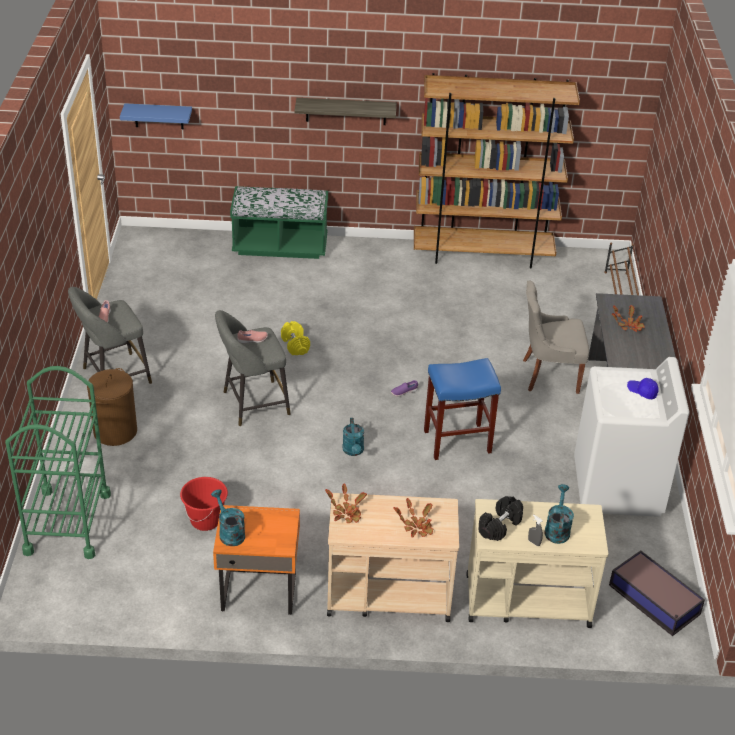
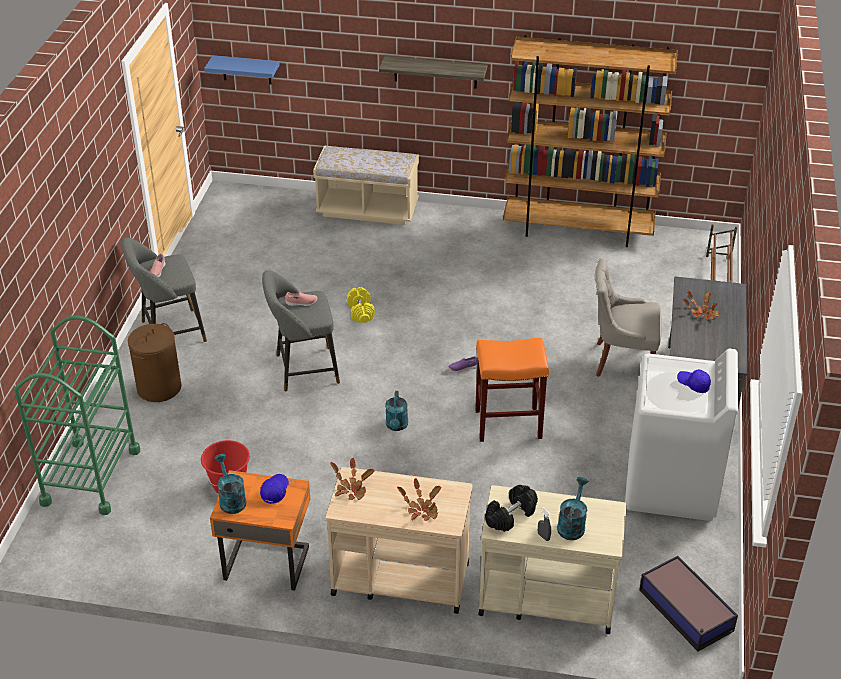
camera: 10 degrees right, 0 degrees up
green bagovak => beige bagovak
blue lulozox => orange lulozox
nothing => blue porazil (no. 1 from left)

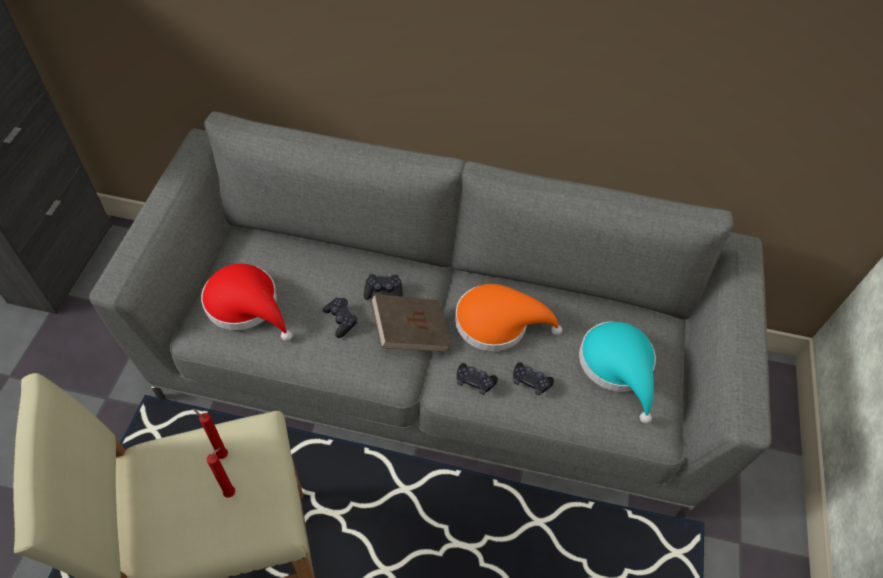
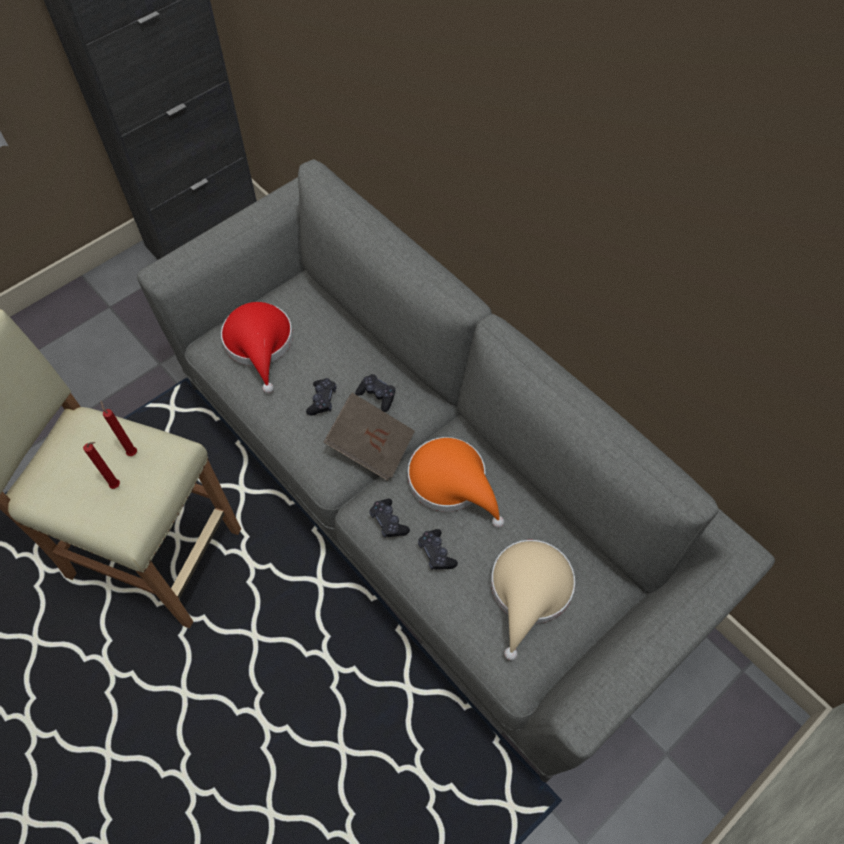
camera: 40 degrees right, 5 degrees up
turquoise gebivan => beige gebivan

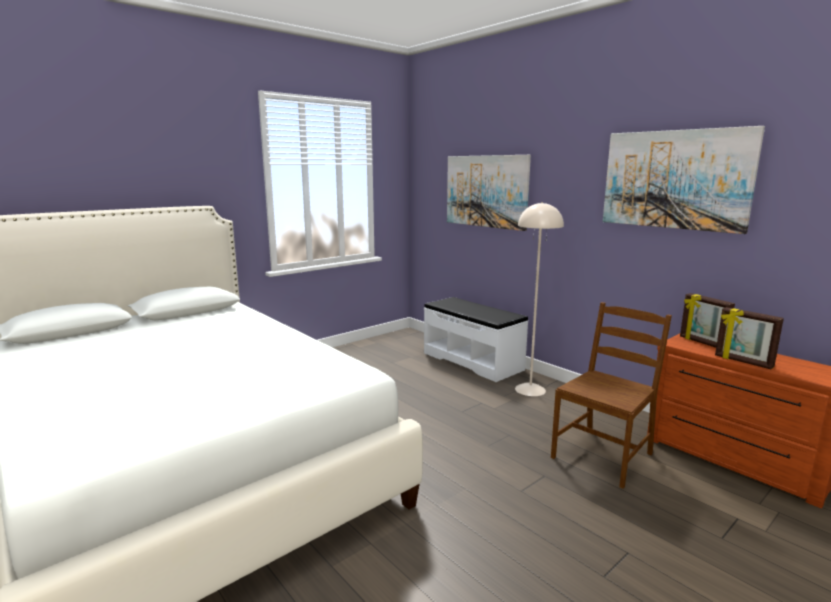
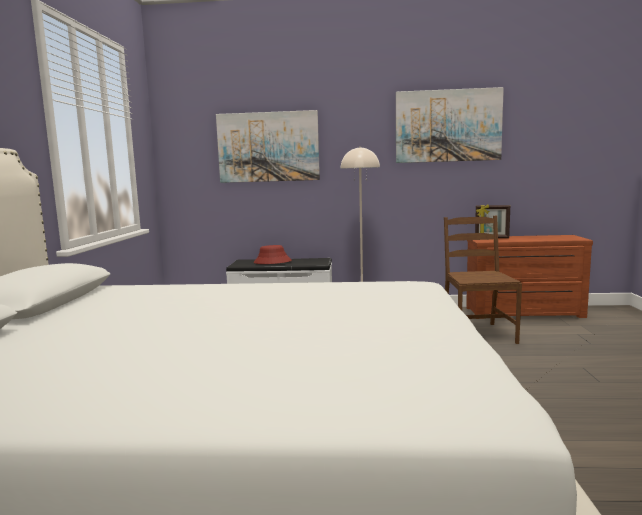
camera: 45 degrees left, 5 degrees down
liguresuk (no. 2 from left) => nothing
nothing => red gebivan

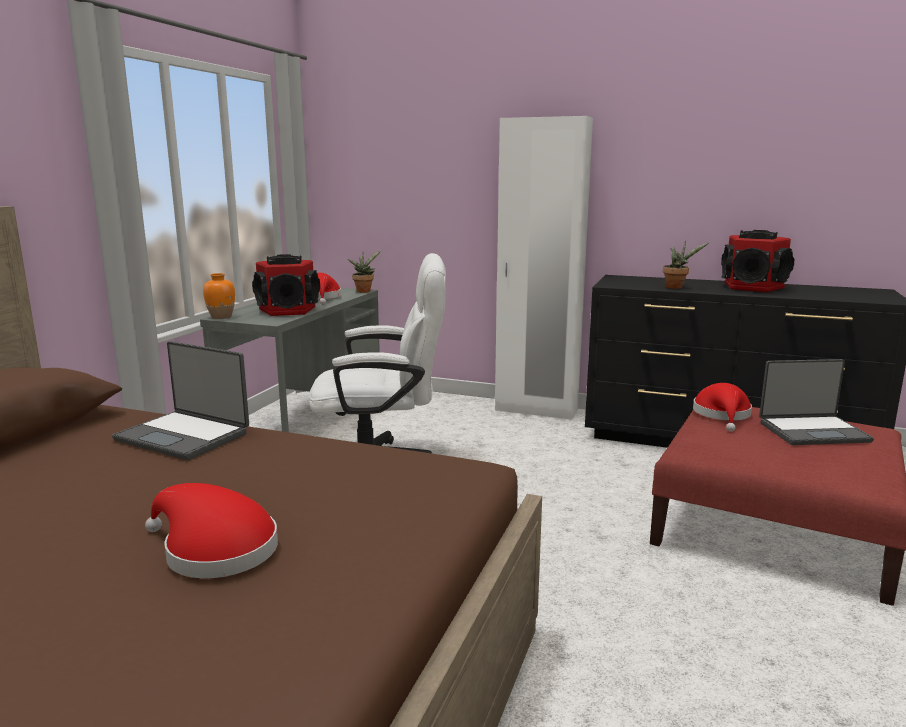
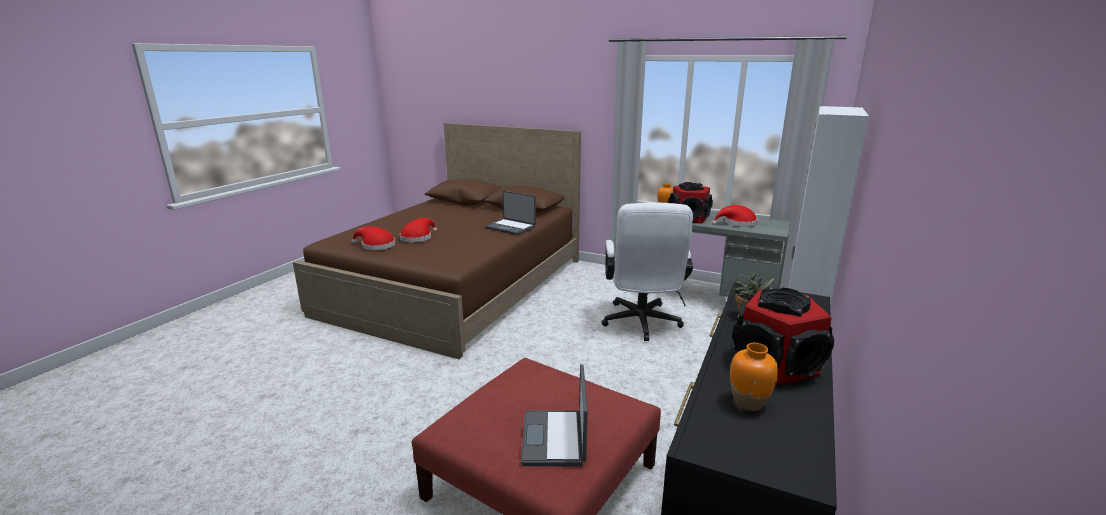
camera: 95 degrees right, 5 degrees up
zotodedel (no. 1 from left) => nothing
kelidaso (no. 1 from left), 90 degrees counterclockwise
red gebivan (no. 3 from left in the first image) => red gebivan (no. 1 from left), shifted
nothing => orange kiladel (no. 2 from left)

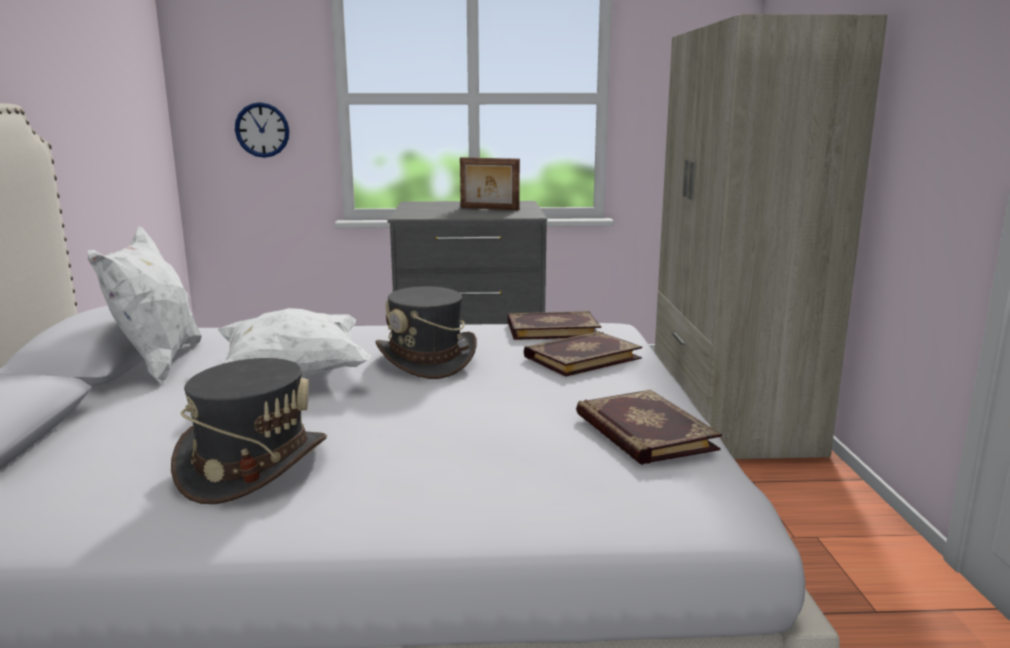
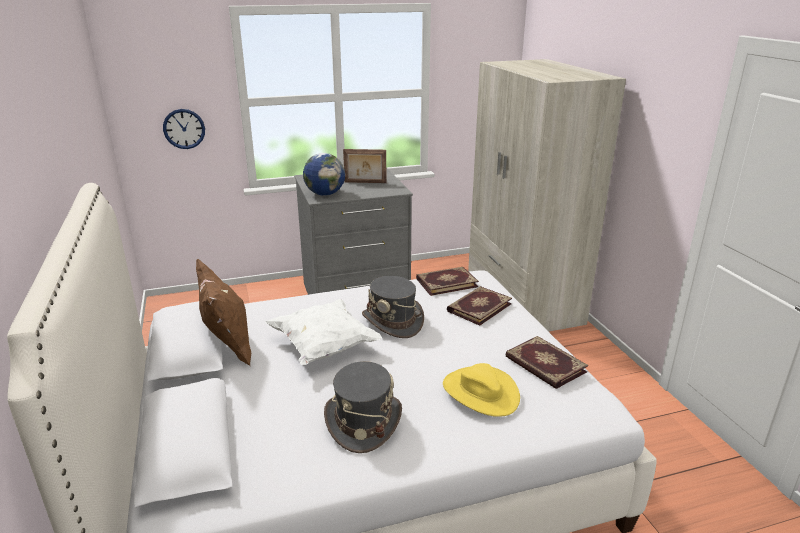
camera: 15 degrees left, 10 degrees up
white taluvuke (no. 1 from left) => brown taluvuke
nothing => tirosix
nothing => yellow gebivan

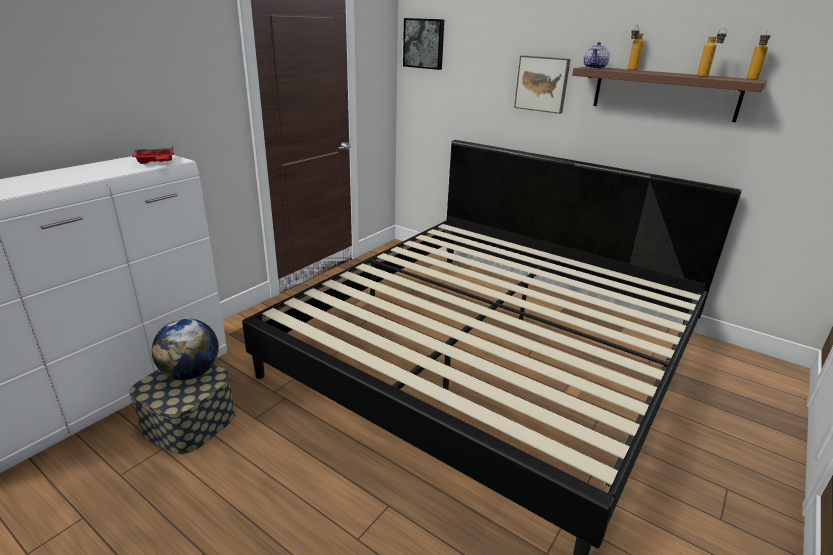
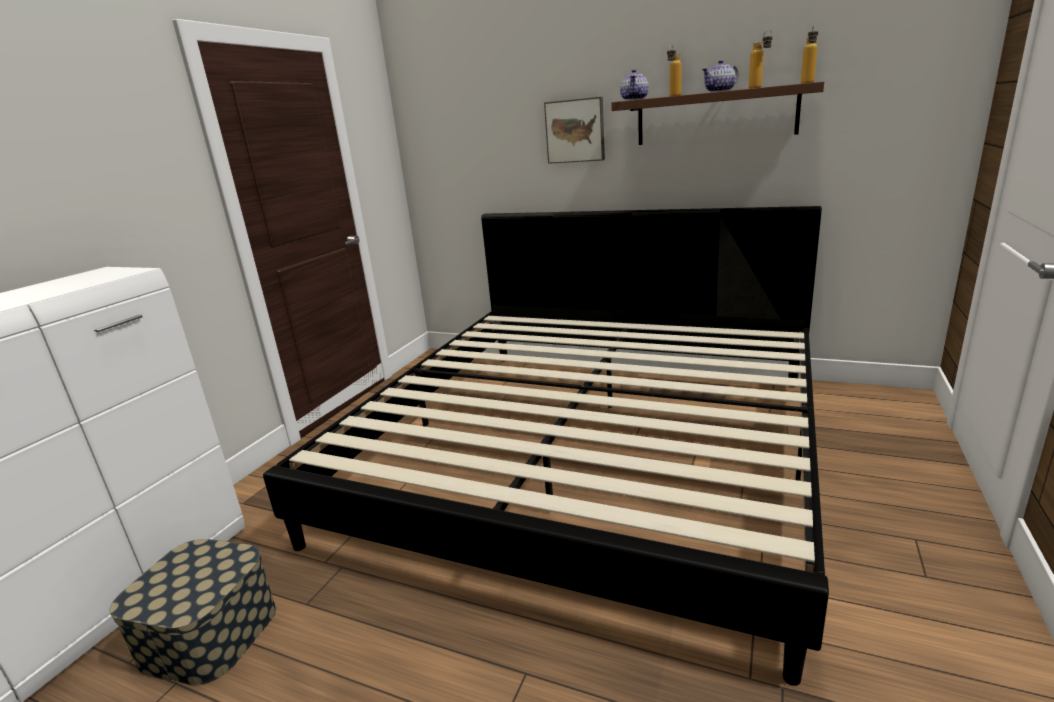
camera: 10 degrees left, 5 degrees down
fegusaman (no. 1 from left) => nothing
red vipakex => nothing
tirosix => nothing
nothing => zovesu (no. 2 from left)

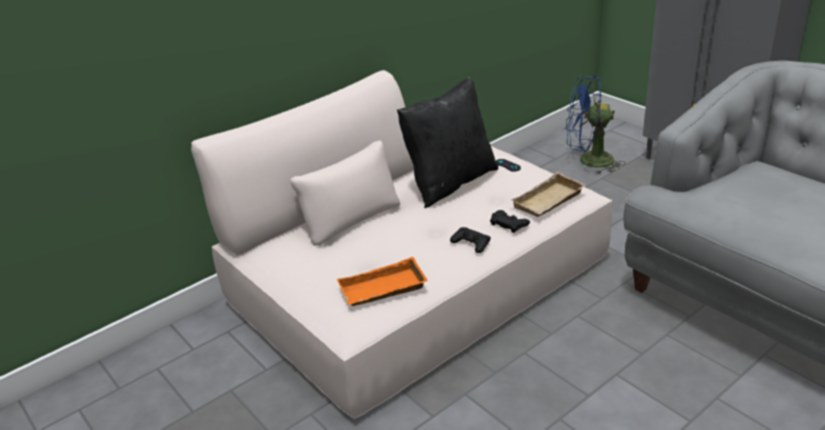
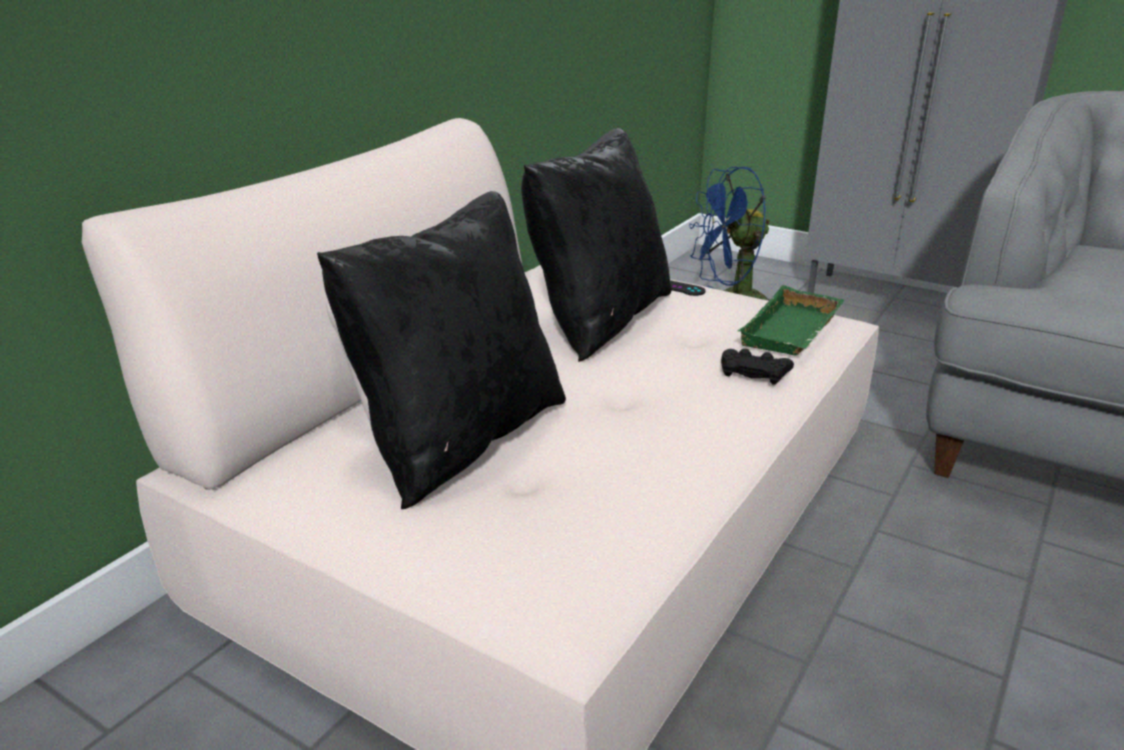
camera: 20 degrees left, 5 degrees down
beige vipakex => green vipakex
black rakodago (no. 1 from left) => nothing
orange vipakex => nothing
nothing => black taluvuke (no. 1 from left)

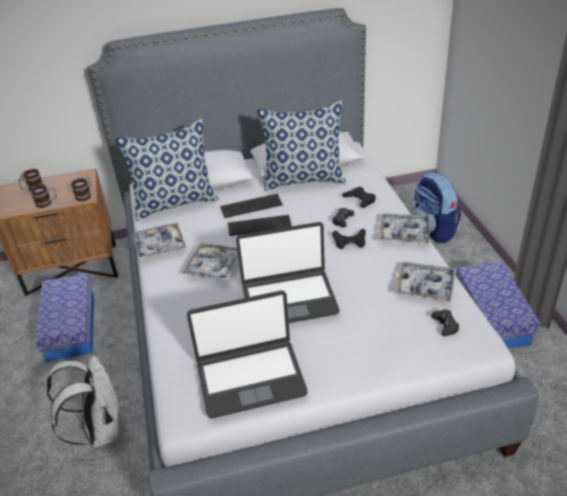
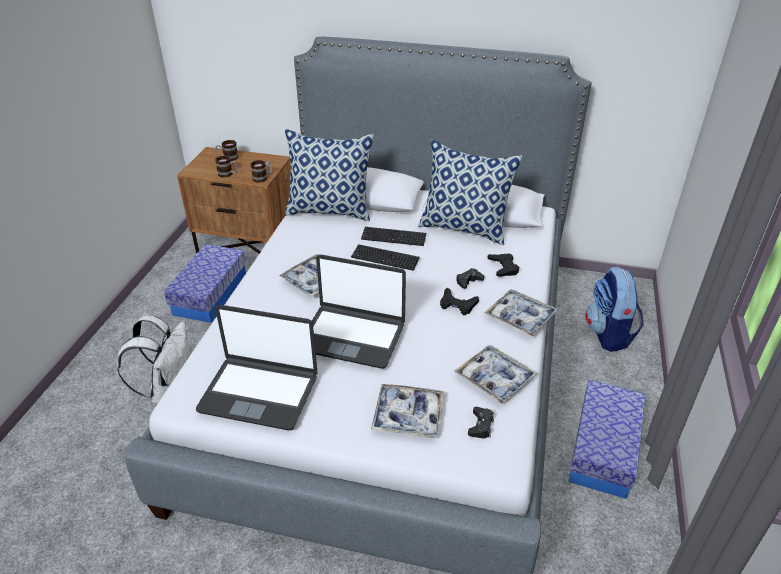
camera: 25 degrees right, 0 degrees up
vipakex (no. 1 from left in the first image) => vipakex (no. 2 from left), shifted

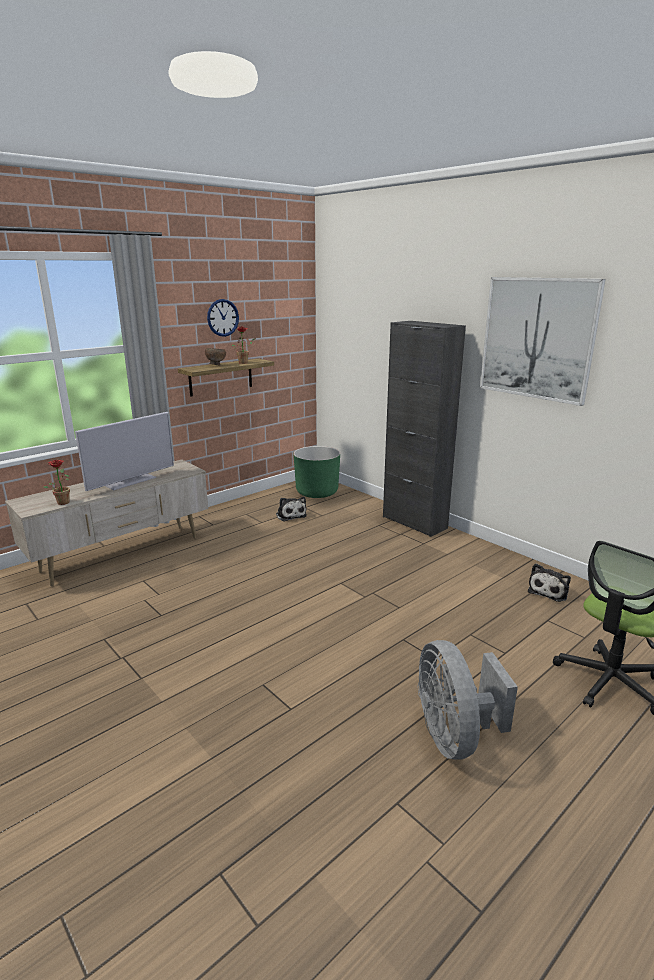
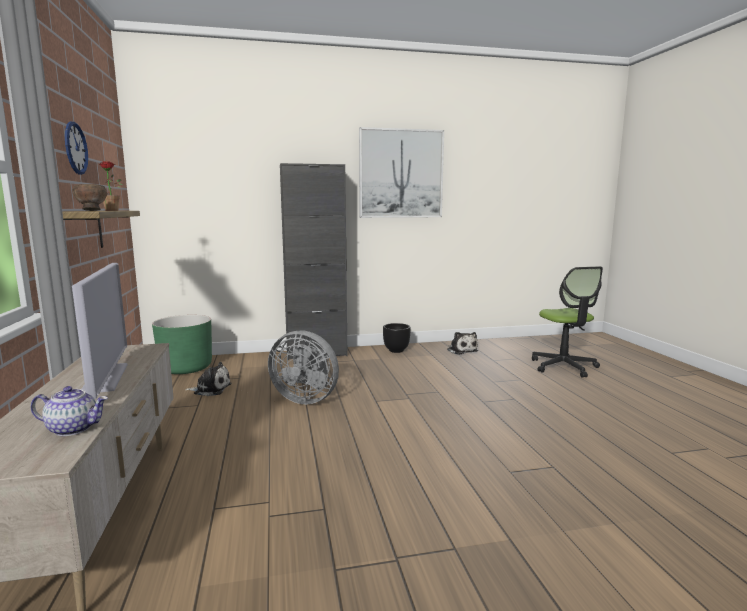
camera: 60 degrees left, 10 degrees down
zotodedel (no. 1 from left) => zovesu
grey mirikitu, shifted
nothing => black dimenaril

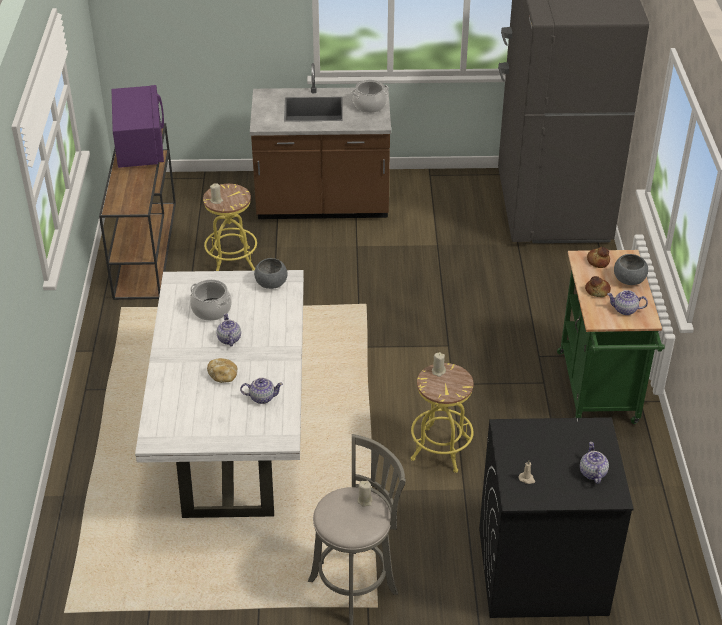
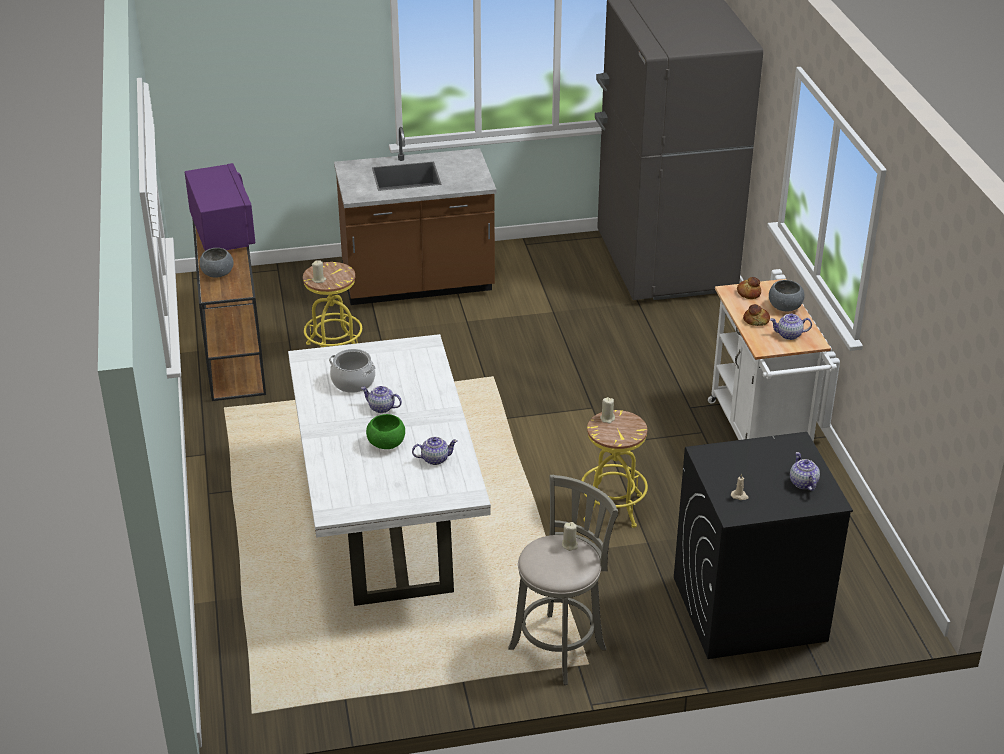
camera: 10 degrees left, 5 degrees down
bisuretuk (no. 2 from left) => nothing
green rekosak => white rekosak
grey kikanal (no. 1 from left), shifted
zovesu (no. 1 from left), 45 degrees counterclockwise
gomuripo (no. 1 from left) => green kikanal

